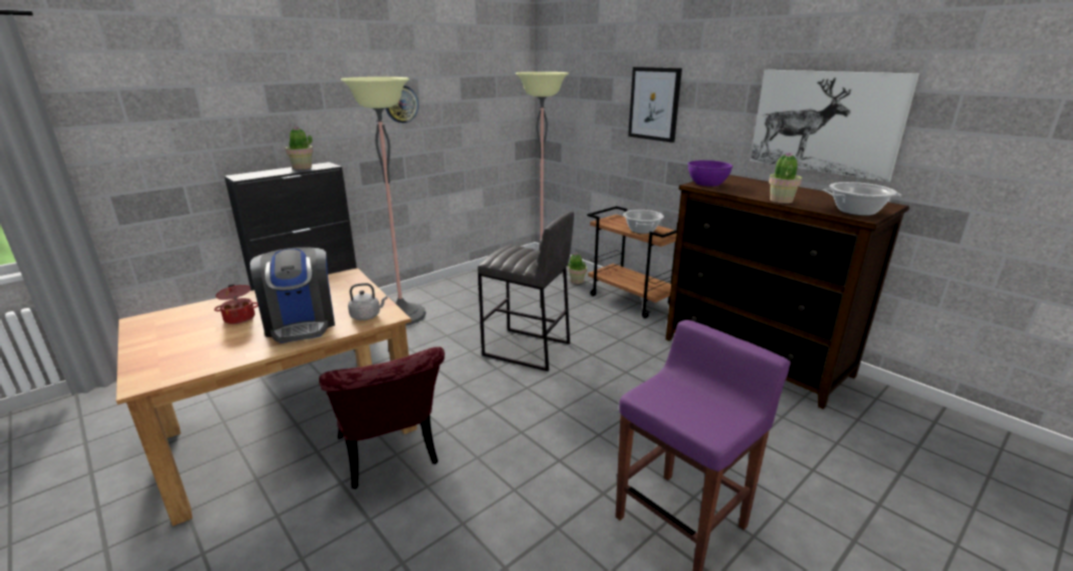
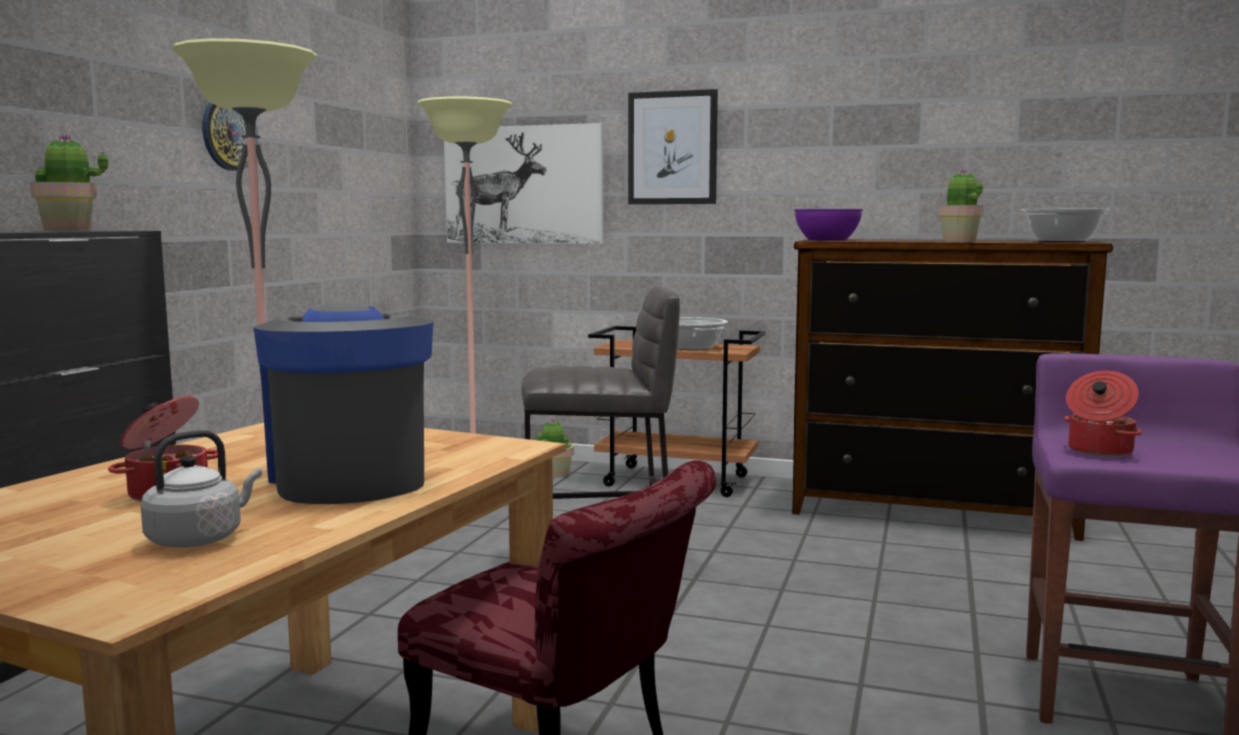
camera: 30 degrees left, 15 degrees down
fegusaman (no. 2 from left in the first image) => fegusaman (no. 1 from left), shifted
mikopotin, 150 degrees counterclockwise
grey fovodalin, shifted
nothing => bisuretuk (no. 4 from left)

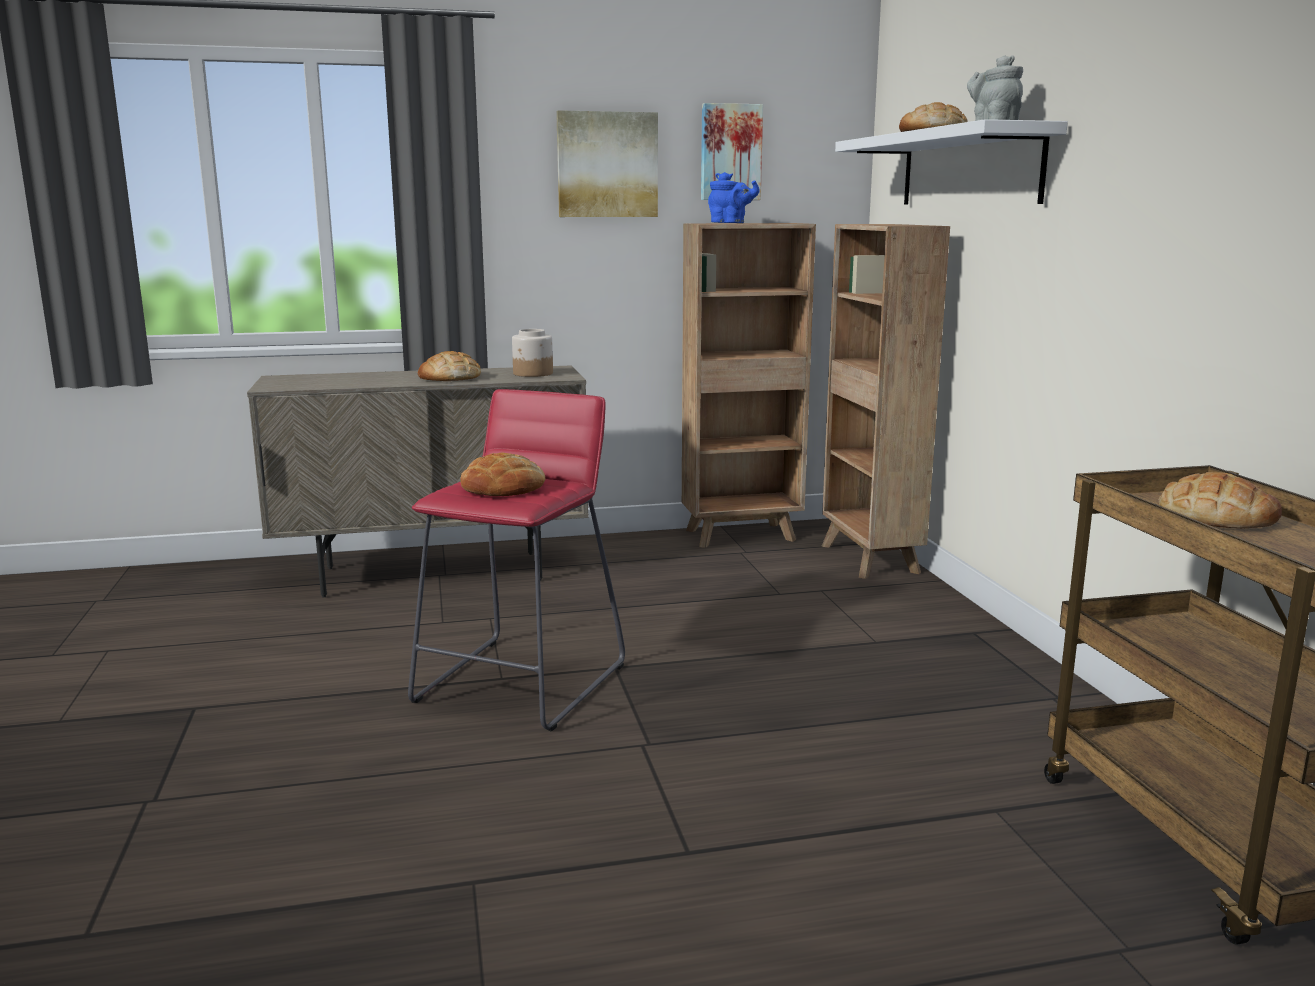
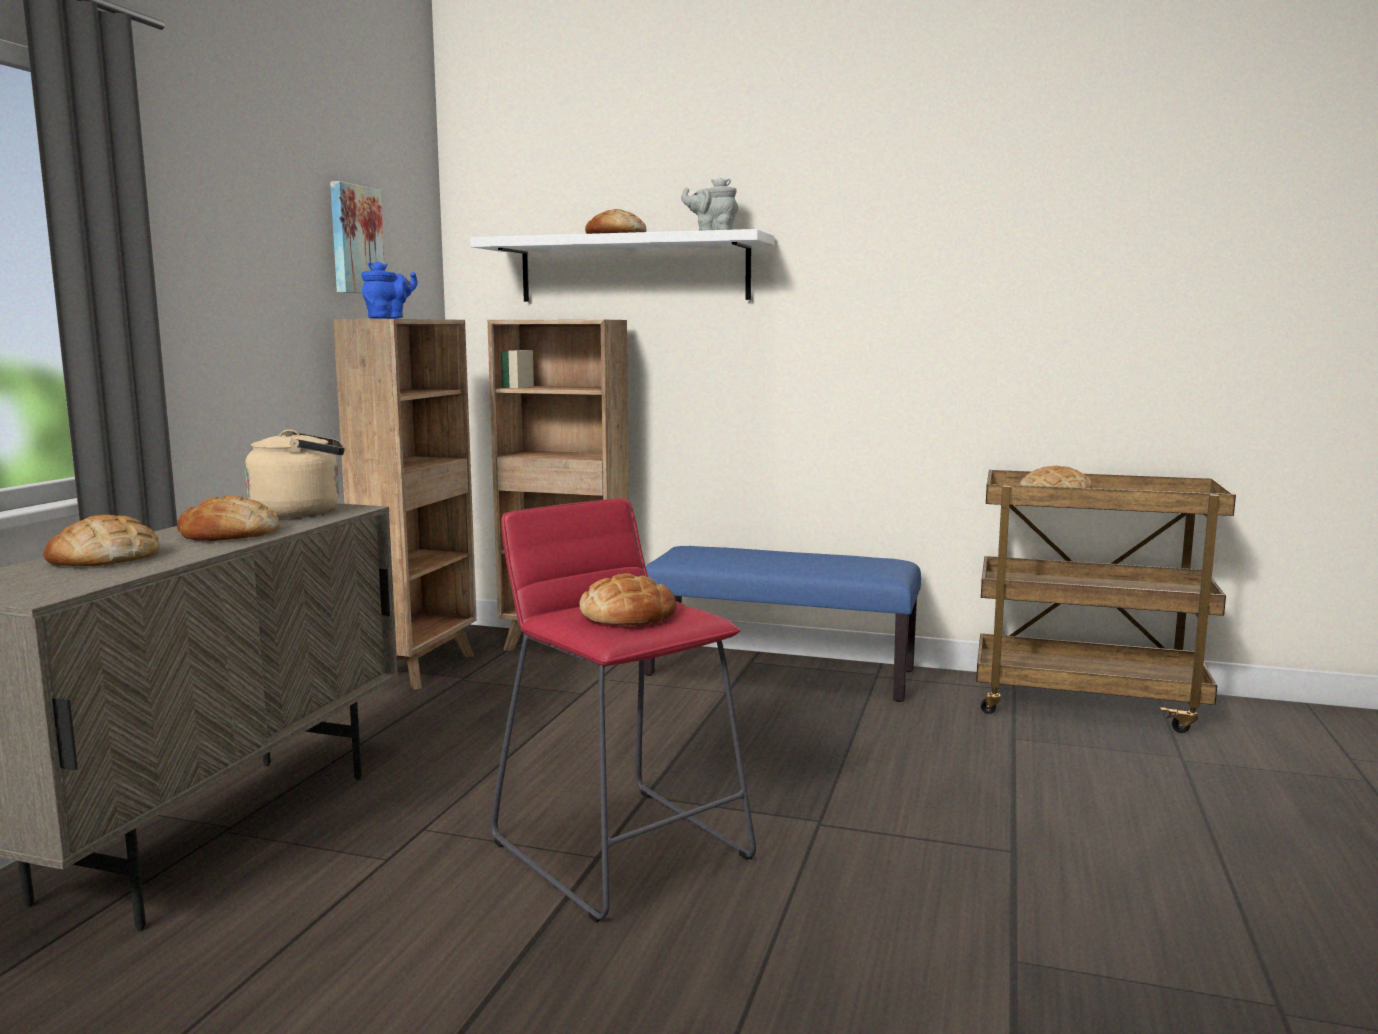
camera: 60 degrees left, 5 degrees down
fegusaman (no. 1 from left) => nothing
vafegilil => beige fovodalin
nothing => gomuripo (no. 1 from left)
nothing => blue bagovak

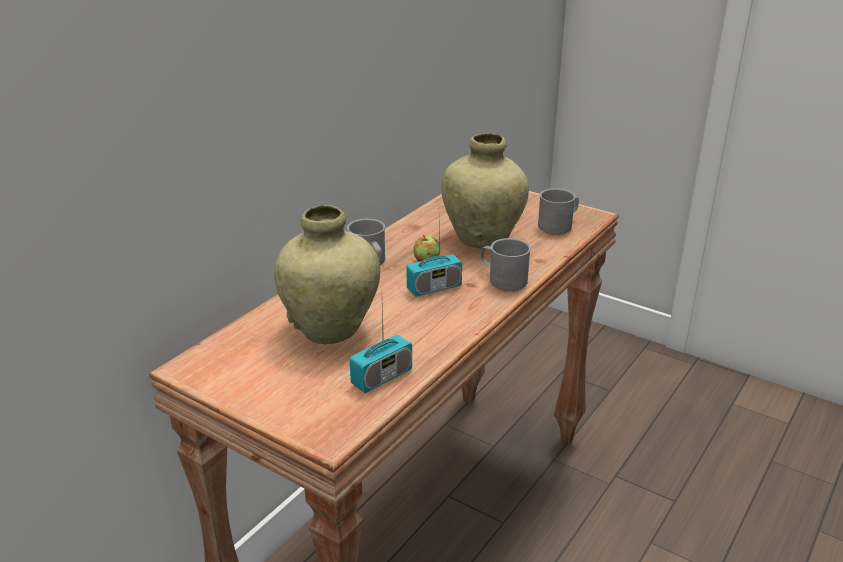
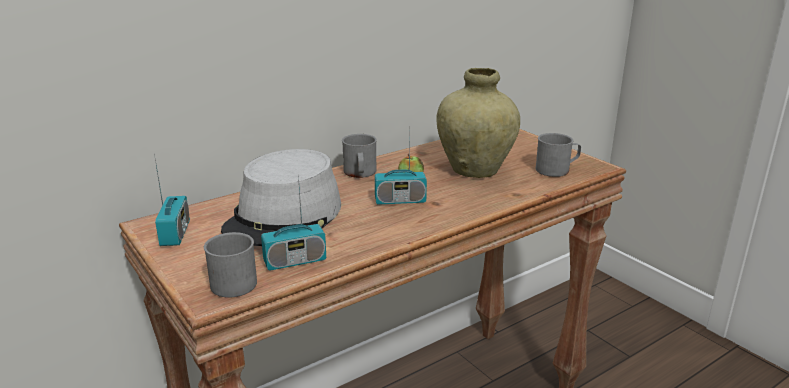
camera: 20 degrees right, 5 degrees down
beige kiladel (no. 1 from left) => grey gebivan
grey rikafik (no. 2 from left in the first image) => grey rikafik (no. 1 from left), shifted
nothing => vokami (no. 1 from left)

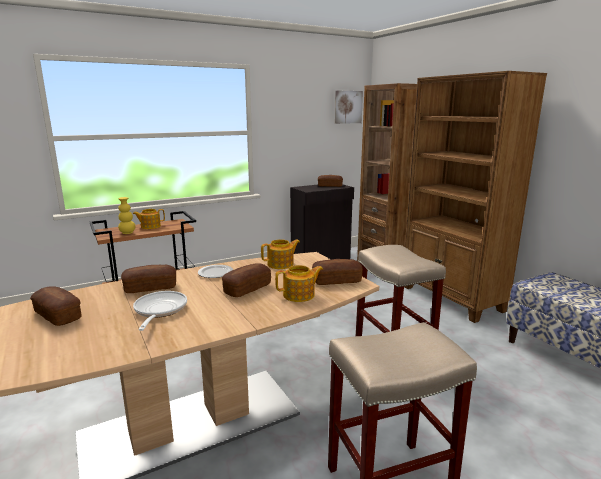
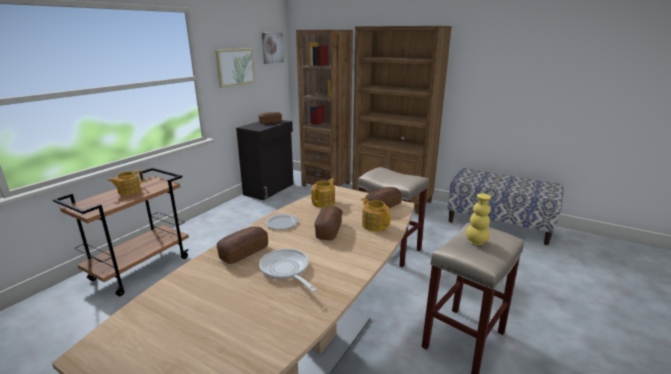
camera: 30 degrees left, 5 degrees up
yellow kiladel, shifted
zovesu (no. 3 from left), 75 degrees counterclockwise
gomuripo (no. 1 from left) => nothing
nothing => fegusaman (no. 1 from left)

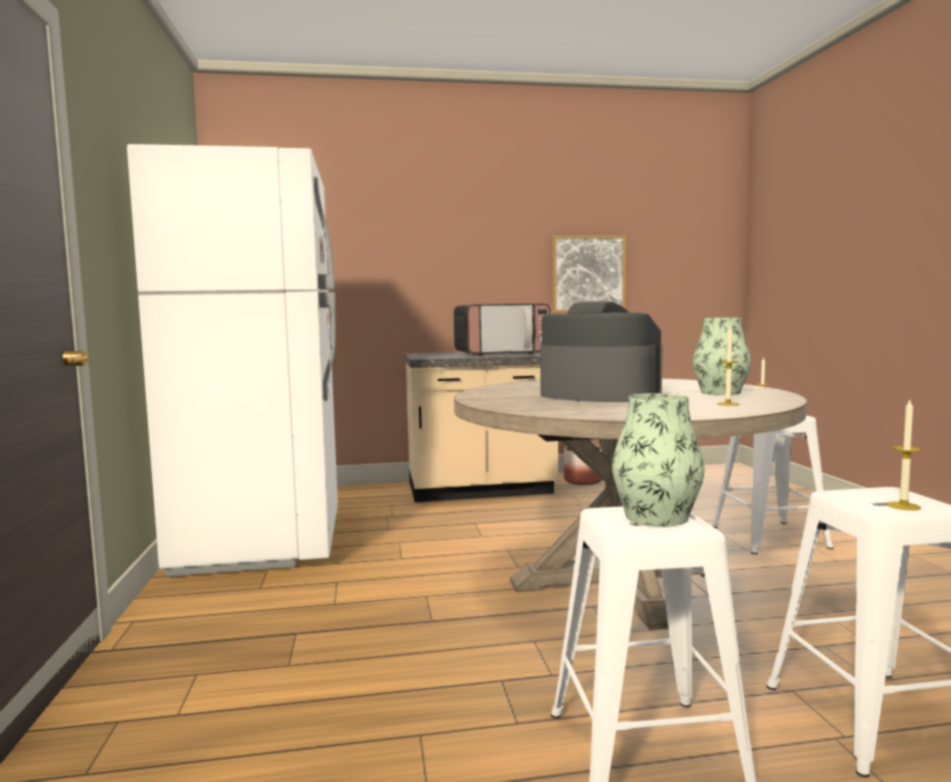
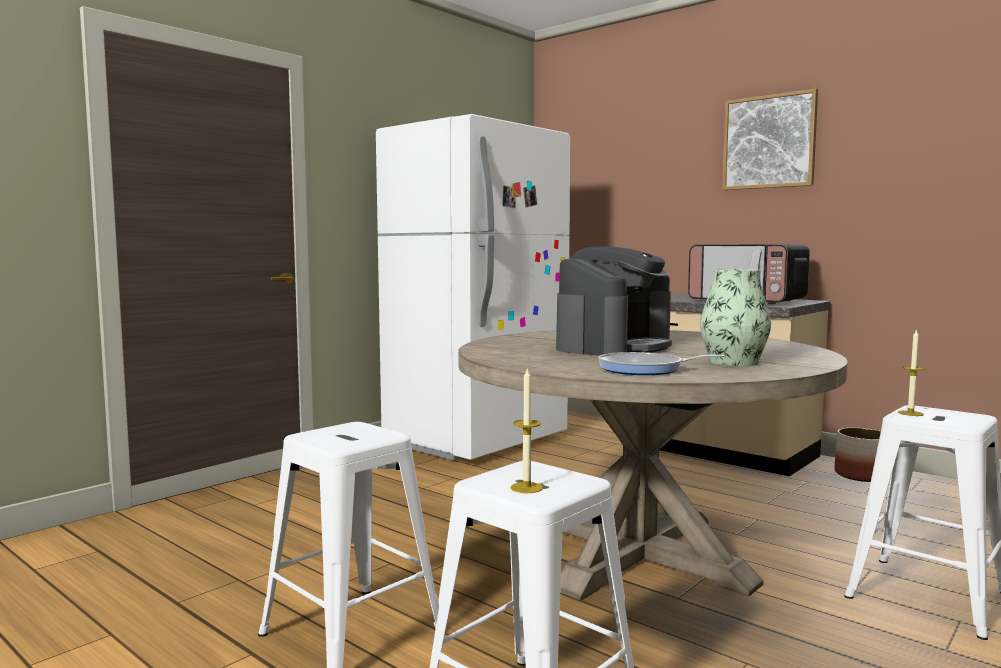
camera: 50 degrees right, 0 degrees up
fegusaman, shifted
mikopotin, 45 degrees clockwise
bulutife (no. 1 from left) => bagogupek
kiladel (no. 1 from left) => nothing

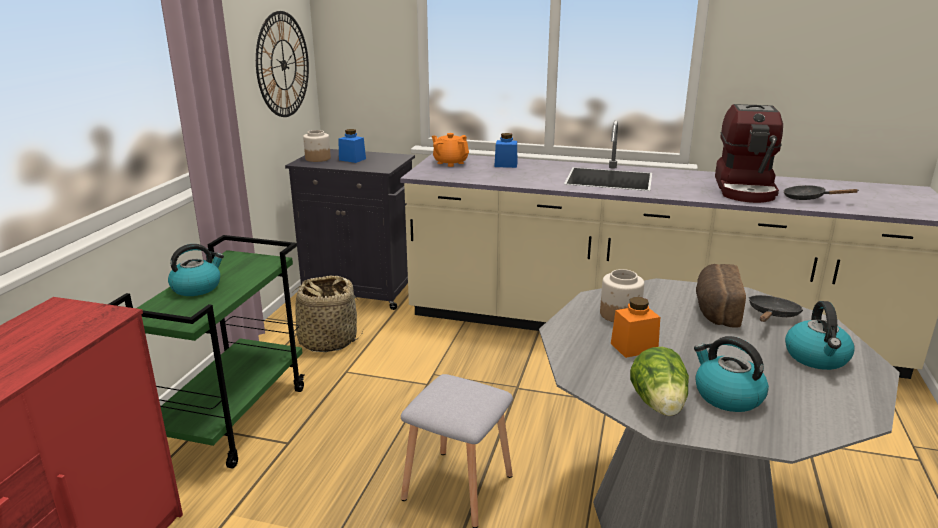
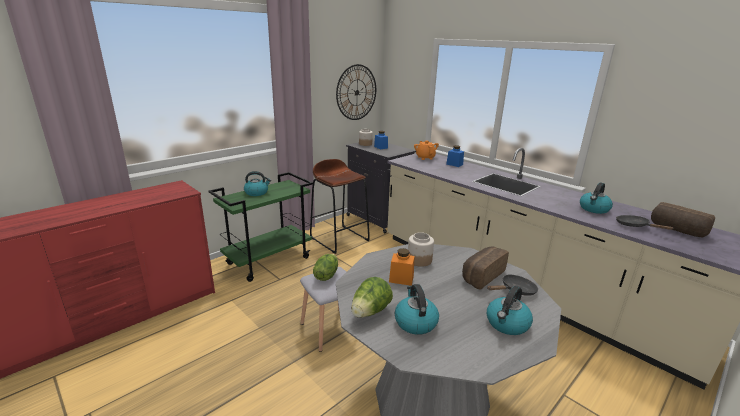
camera: 30 degrees right, 0 degrees up
mikopotin => fovodalin (no. 4 from left)
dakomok => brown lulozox
nothing => gomuripo (no. 2 from left)
nothing => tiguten (no. 1 from left)

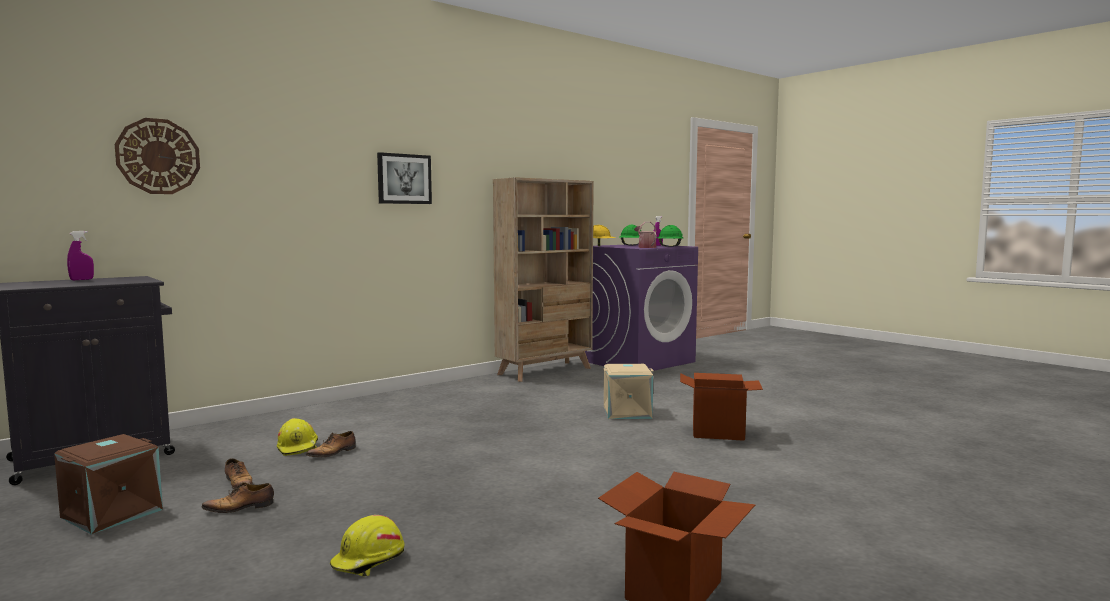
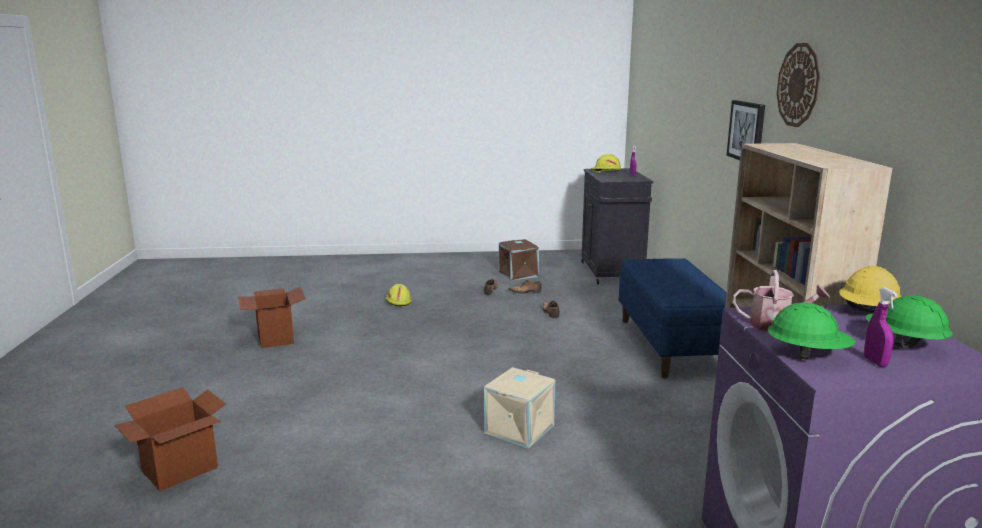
camera: 125 degrees right, 10 degrees up
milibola, shifted
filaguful (no. 2 from left in the first image) => filaguful (no. 1 from left), shifted
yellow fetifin (no. 1 from left in the first image) => yellow fetifin (no. 2 from left), shifted
nothing => blue bagovak

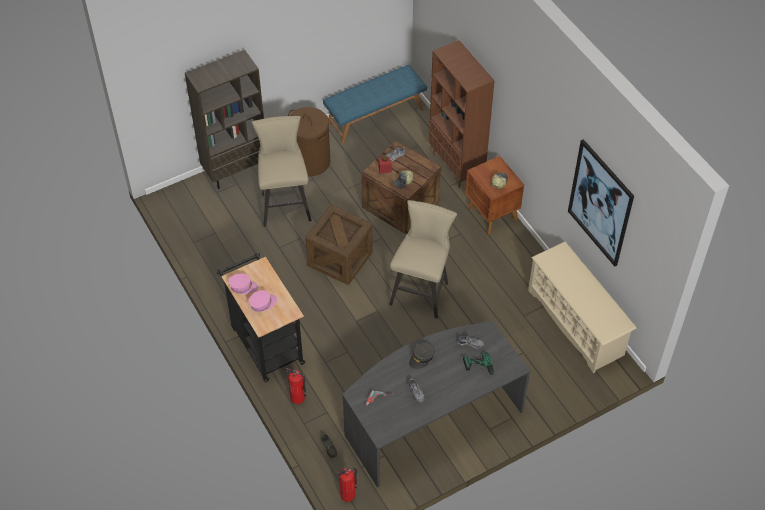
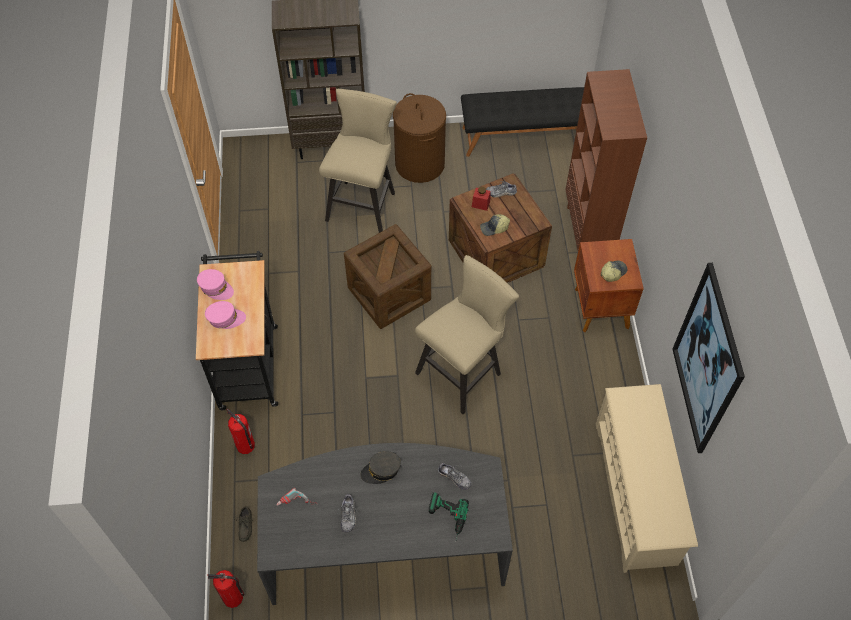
camera: 25 degrees right, 5 degrees up
blue bagovak => black bagovak

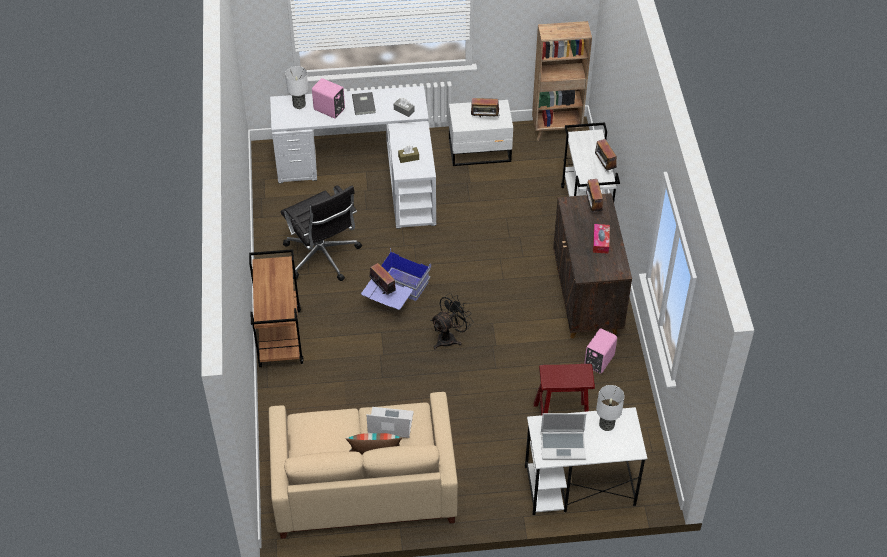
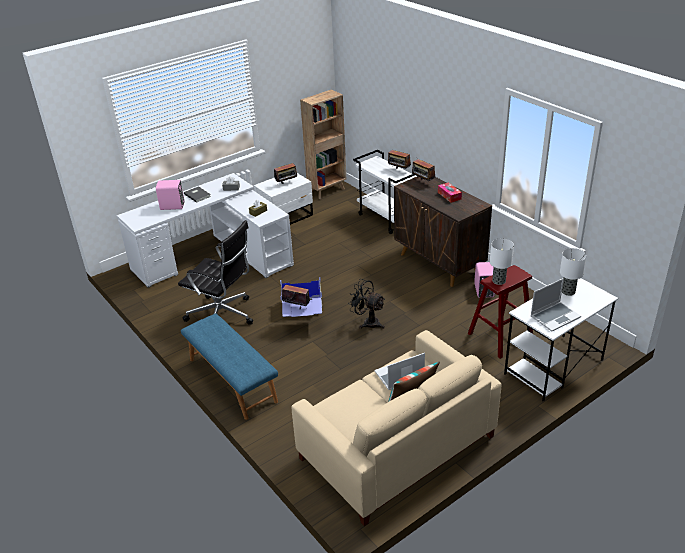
camera: 30 degrees left, 15 degrees down
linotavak (no. 1 from left), shifted
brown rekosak => blue bagovak
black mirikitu, 75 degrees counterclockwise

